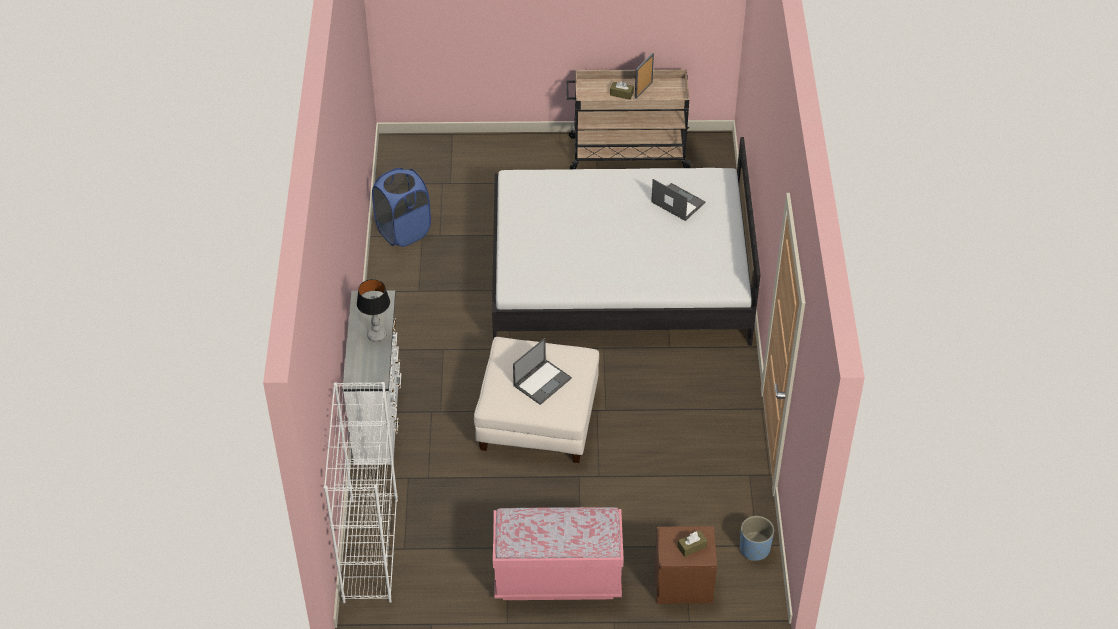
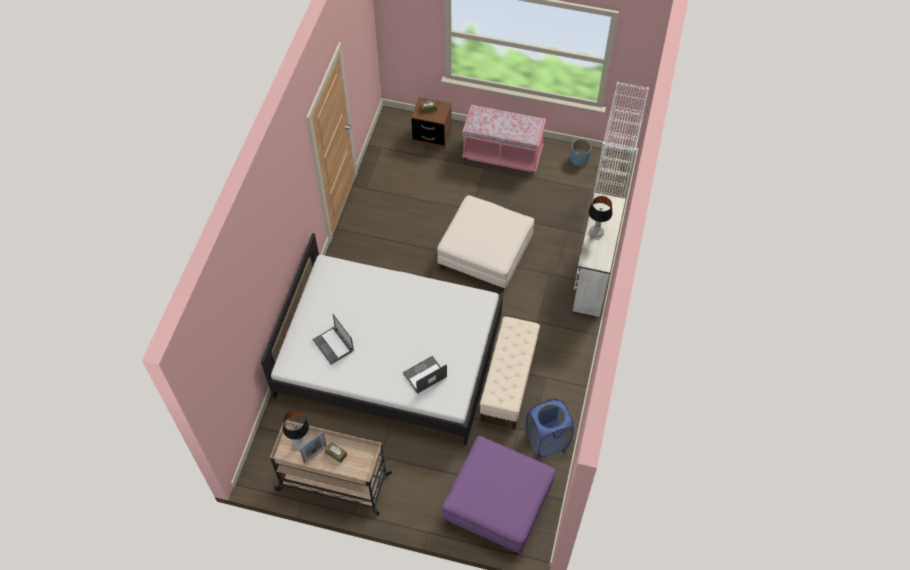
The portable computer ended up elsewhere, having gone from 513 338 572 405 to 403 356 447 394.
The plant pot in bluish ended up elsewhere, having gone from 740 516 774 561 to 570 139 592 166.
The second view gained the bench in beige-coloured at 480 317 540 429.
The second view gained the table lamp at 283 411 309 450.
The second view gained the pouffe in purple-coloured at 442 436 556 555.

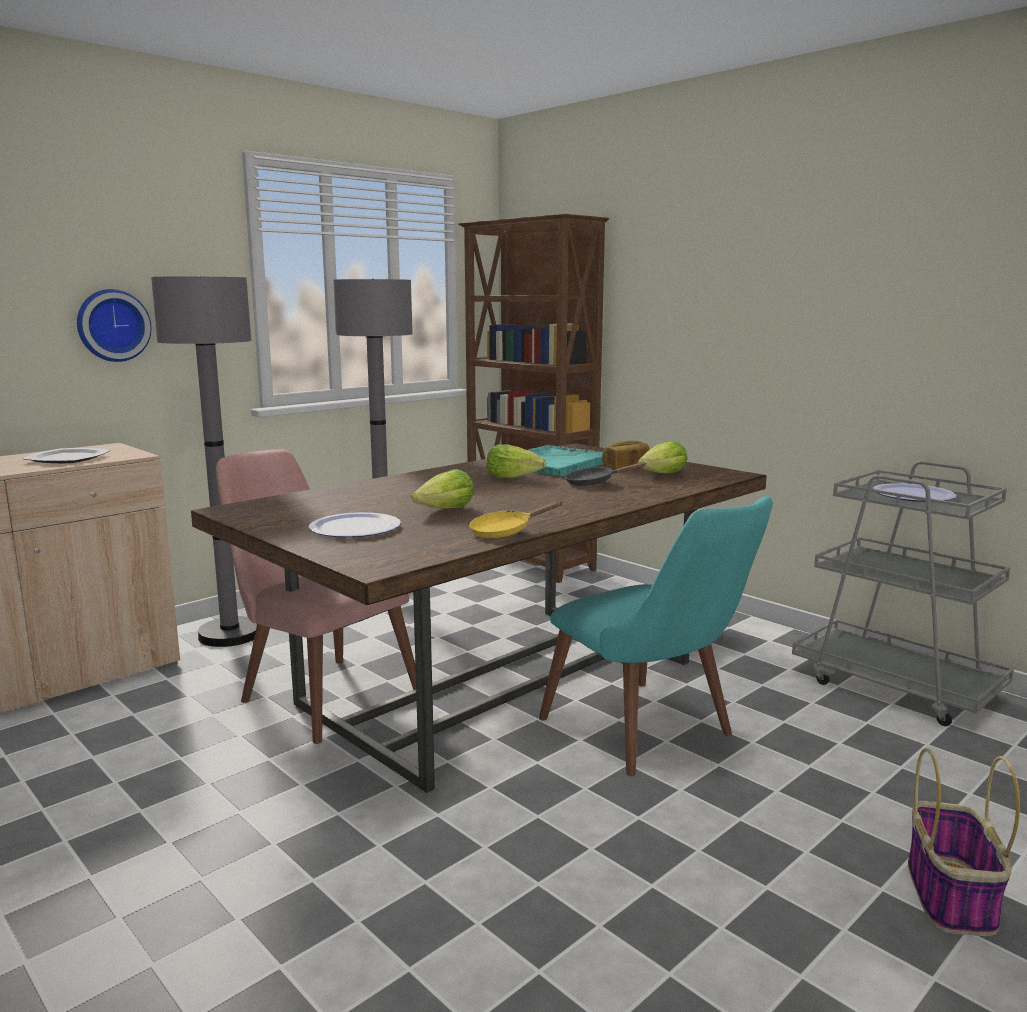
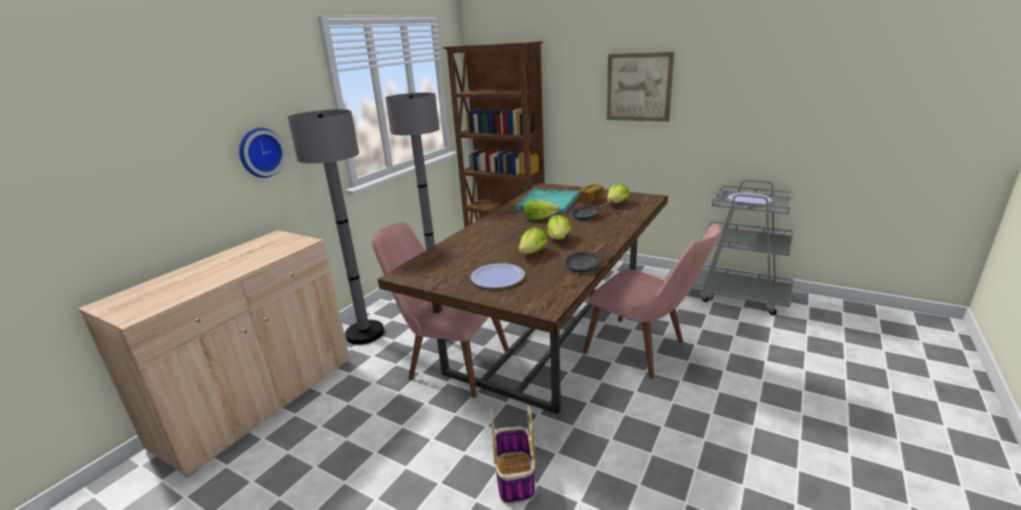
The second view lost the plate at 22 448 110 463.
What was the chair in turquoise at 539 496 773 776 turned into the chair in pink-coloured at 583 224 721 379.
What was the skillet in yellowish at 469 501 563 538 turned into the skillet in blackish at 565 241 608 273.
The household basket ended up elsewhere, having gone from 908 748 1020 936 to 491 406 535 504.
The second view gained the wall picture at 607 52 674 122.
The second view gained the head of lettuce at 547 215 571 240.

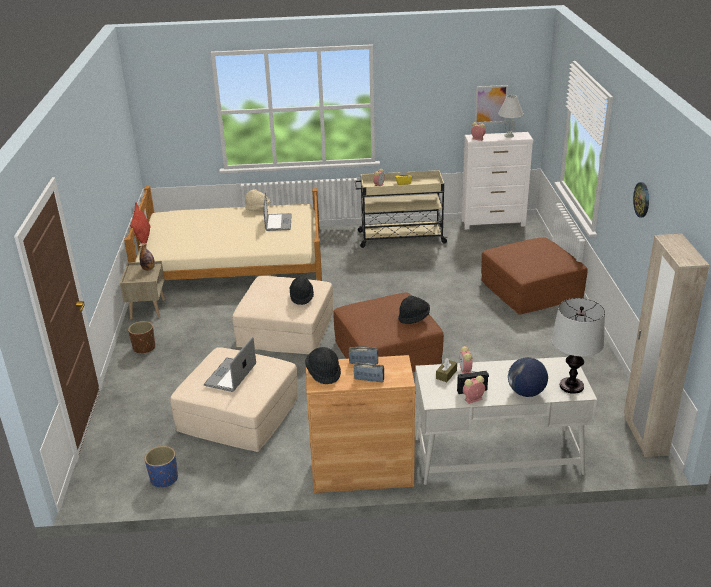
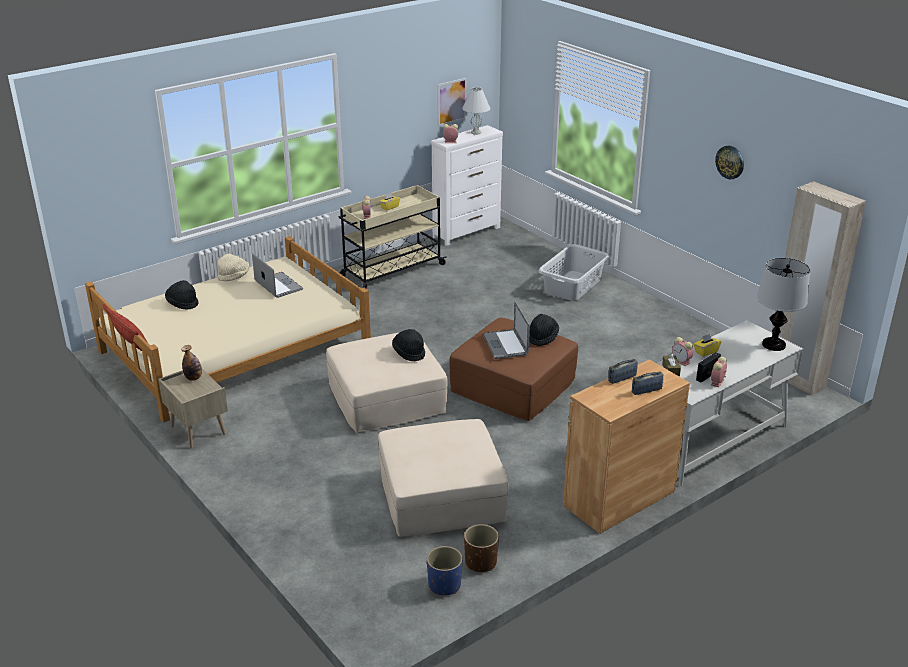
Where the pouffe in brown stood at 481 237 587 315, the washing basket in greyish came to stand at 538 244 609 301.
The plant pot in brown ended up elsewhere, having gone from 128 321 155 354 to 464 524 499 572.
The portable computer ended up elsewhere, having gone from 204 337 256 392 to 482 301 530 359.
The hat in blackish ended up elsewhere, having gone from 305 347 341 384 to 165 280 198 310.
The second view lost the world globe at 508 357 548 397.
The second view gained the tissue holder in yellowish at 694 334 721 357.

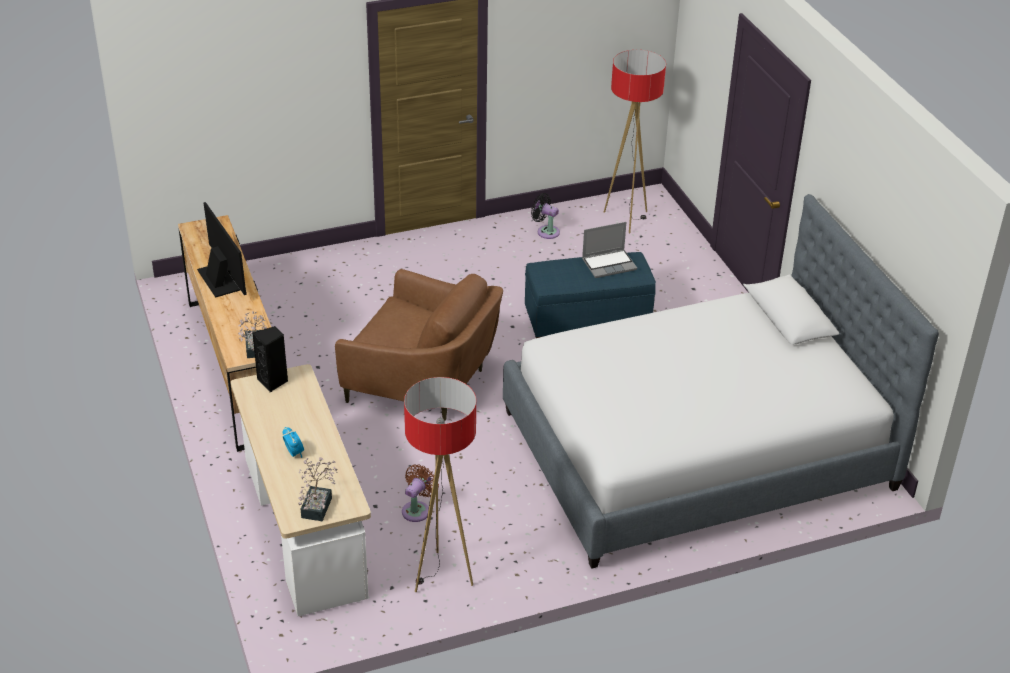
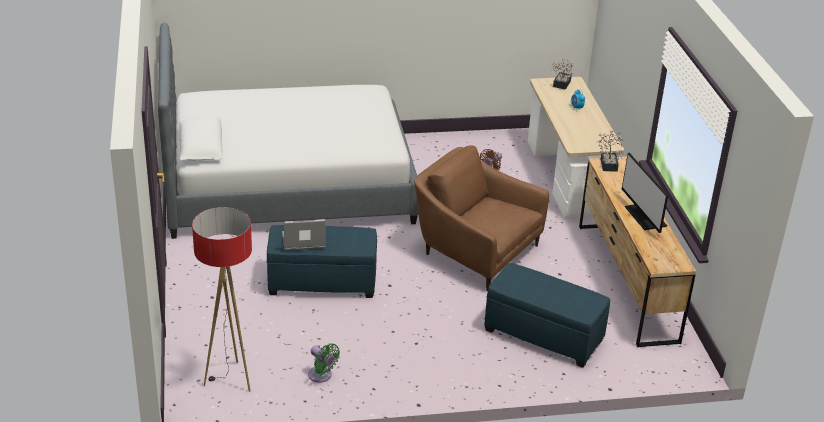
What was the cooling fan in blackish at 531 193 560 239 turned into the cooling fan in greenish at 308 343 340 383.
The second view lost the loudspeaker in blackish at 253 326 288 392.
The second view lost the standing lamp at 404 377 476 592.
The second view gained the pouffe in bluish at 484 263 610 368.

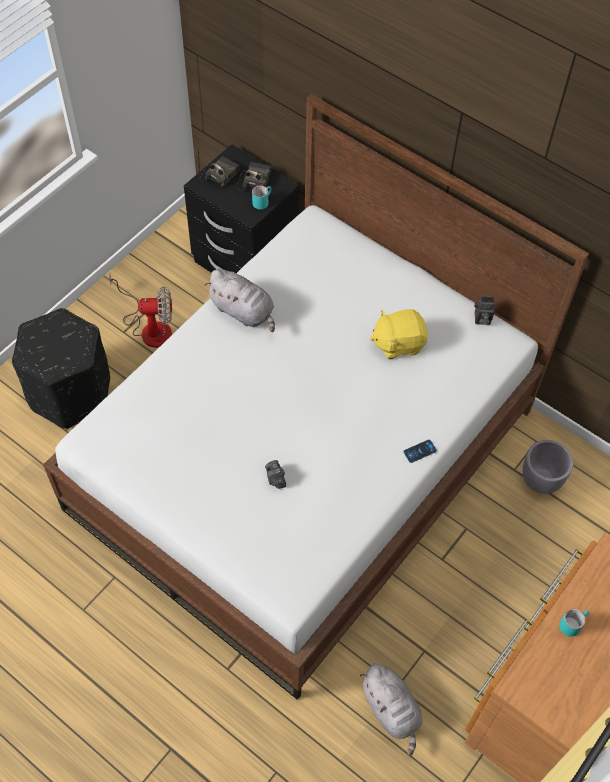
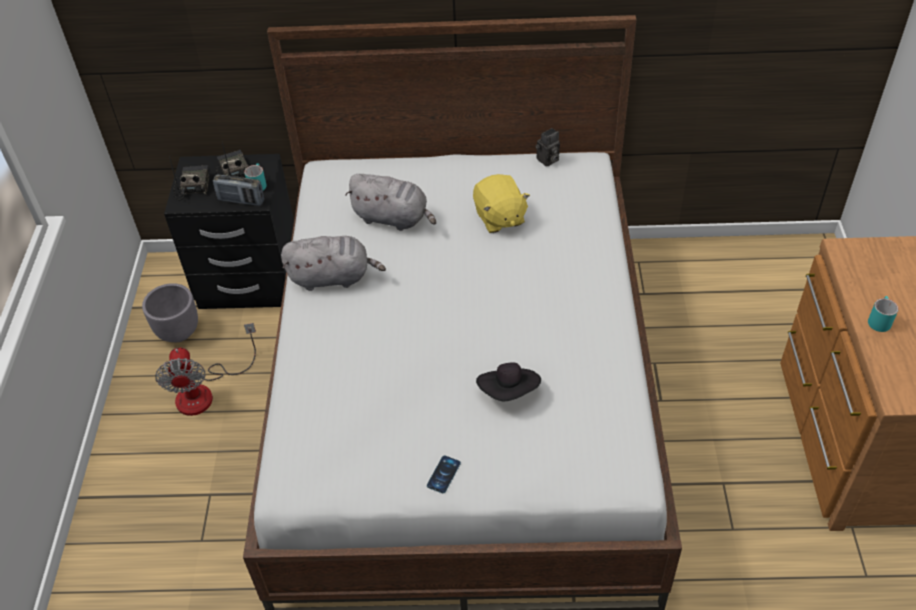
The cooling fan at 109 272 172 348 ended up facing another way, 120 degrees clockwise from before.
The second view lost the pouffe in blackish at 12 308 110 429.
The plush toy in yellowish at 370 309 428 359 ended up facing another way, 60 degrees counterclockwise from before.
The telephone ended up elsewhere, having gone from 403 440 437 463 to 427 456 461 493.
The plant pot in greyish ended up elsewhere, having gone from 522 440 573 494 to 142 283 198 342.
Where the photo camera stood at 265 460 286 489, the hat in blackish came to stand at 476 362 541 401.
The plush toy in greyish ended up elsewhere, having gone from 360 664 423 756 to 345 174 436 231.
The second view gained the radio at 213 175 264 206.

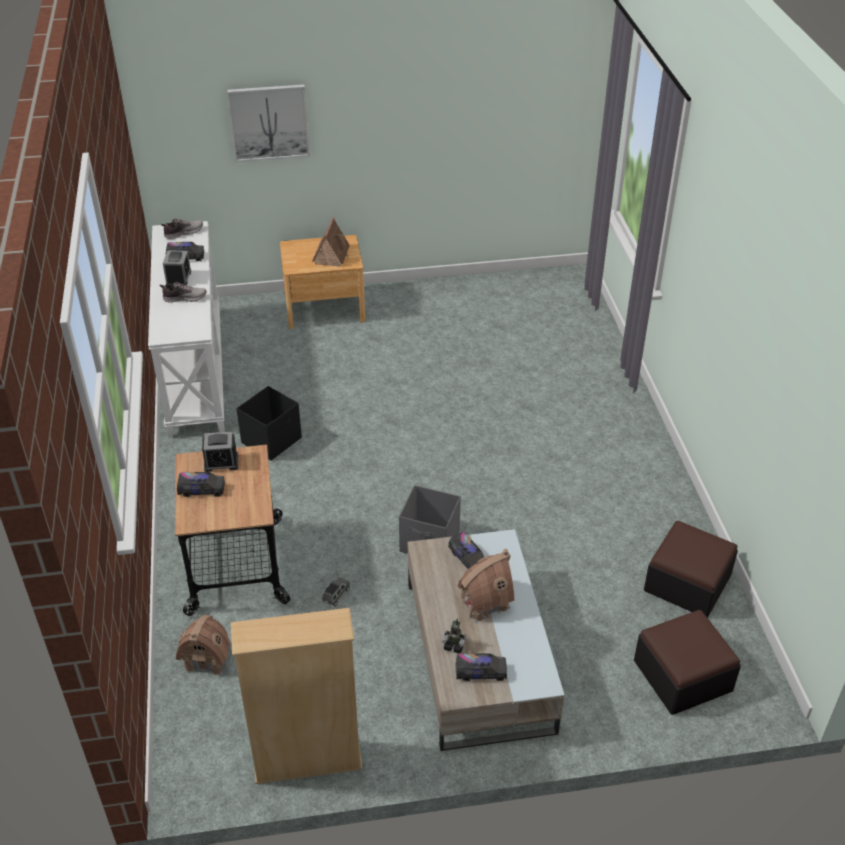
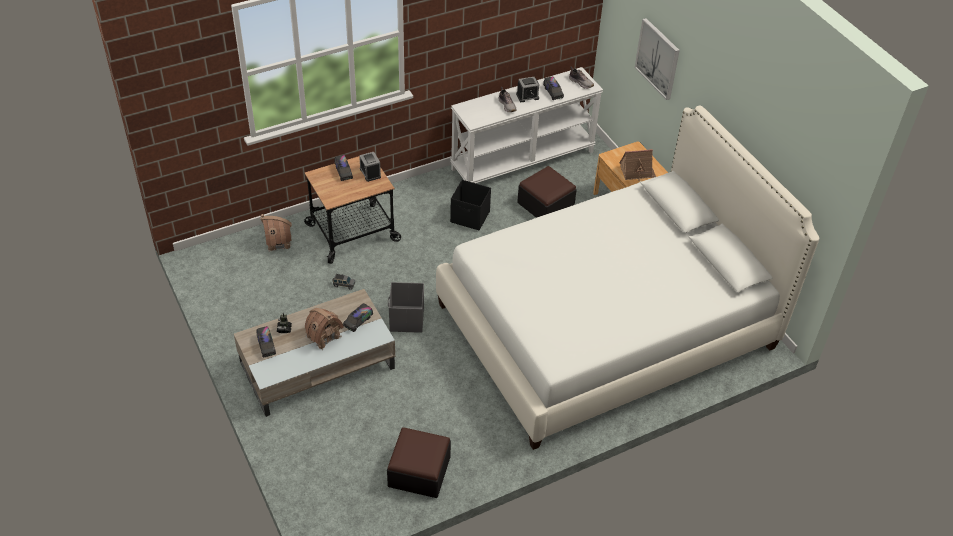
The second view lost the shelving unit in beige-coloured at 231 608 362 784.
The pouffe ended up elsewhere, having gone from 634 610 741 715 to 517 166 577 218.
The second view gained the sleeping bed in white-coloured at 436 105 819 450.

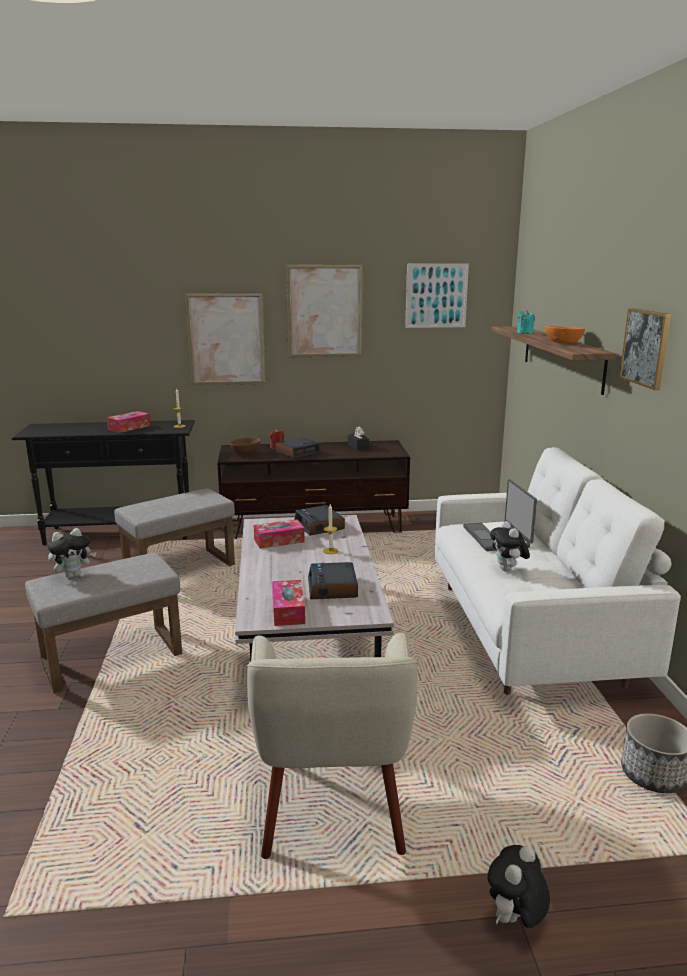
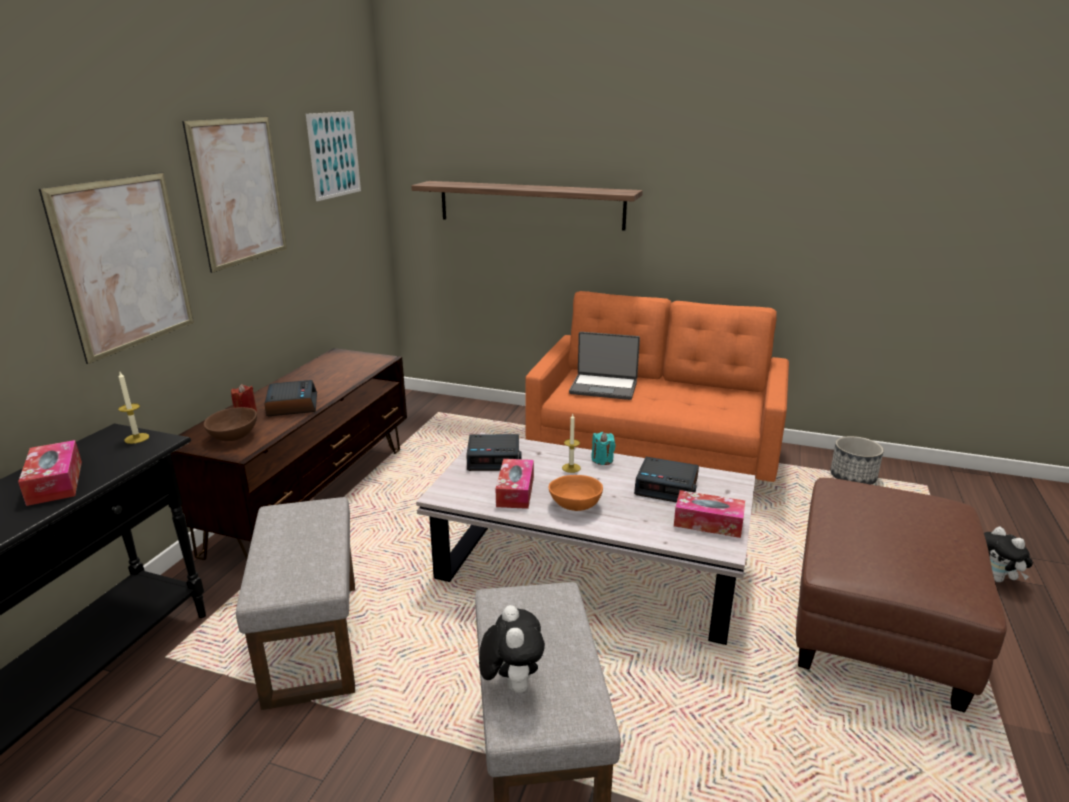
The second view lost the wall picture at 619 308 671 390.
The candle in turquoise ended up elsewhere, having gone from 517 310 535 334 to 591 432 616 465.
The bowl in orange ended up elsewhere, having gone from 545 326 585 344 to 549 475 603 511.
The second view lost the tissue holder in blackish at 348 426 369 450.
What was the couch in white-coloured at 435 447 681 695 turned into the couch in orange at 525 291 789 482.
The second view lost the plush toy at 490 521 530 571.
Where the lounge chair in beige-coloured stood at 247 633 418 859, the pouffe in brown came to stand at 796 478 1007 713.

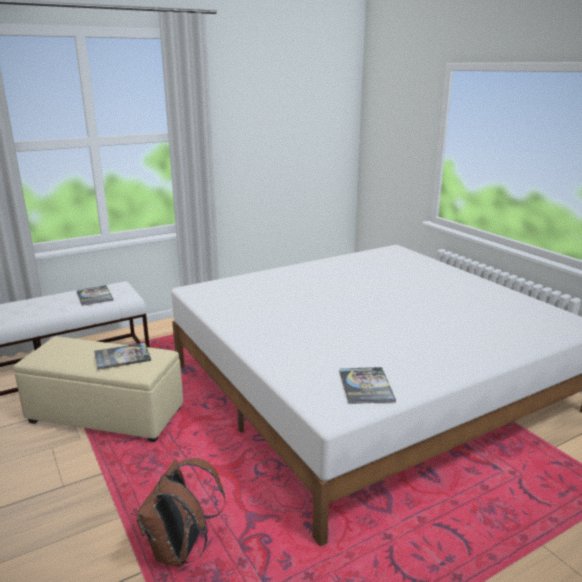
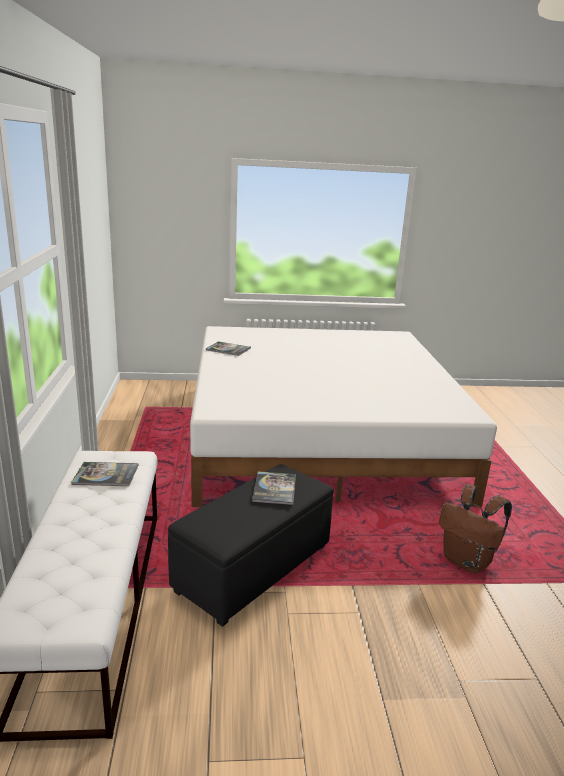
What was the pouffe in beige-coloured at 13 337 183 442 turned into the pouffe in blackish at 168 464 334 627.
The bound book ended up elsewhere, having gone from 339 367 396 404 to 206 341 251 356.

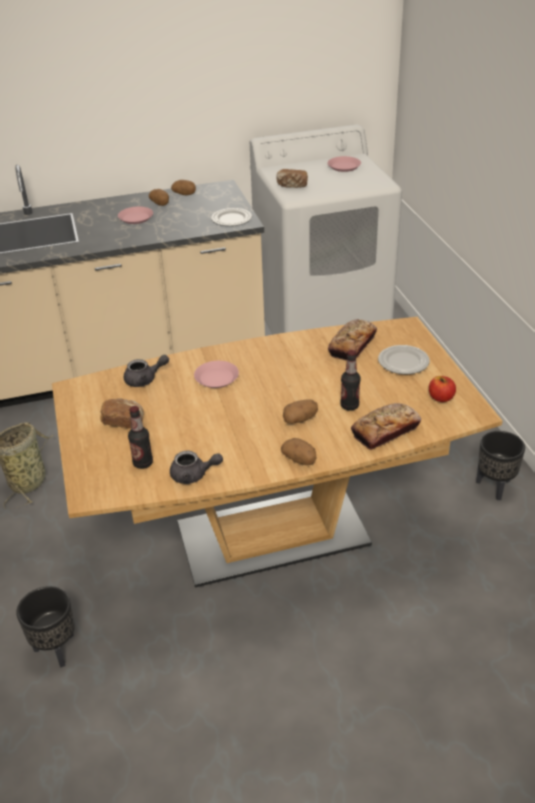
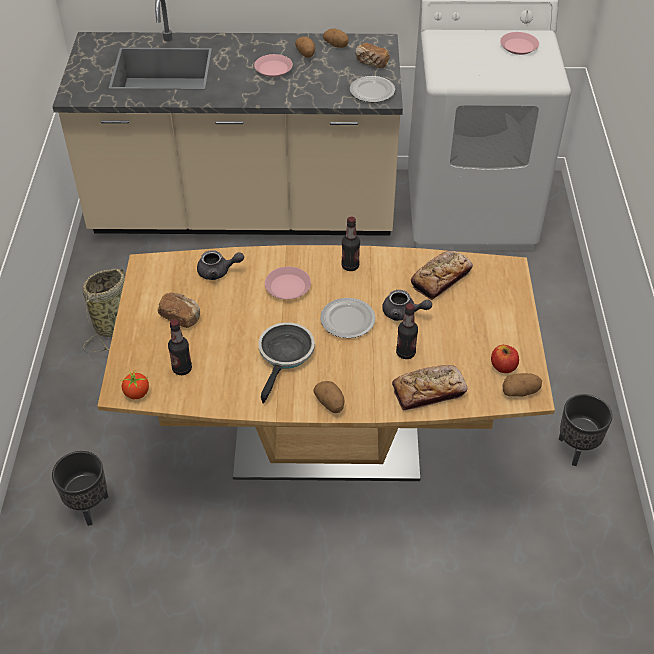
The baked bread ended up elsewhere, having gone from 277 169 308 188 to 355 43 390 68.
The plate ended up elsewhere, having gone from 378 345 430 374 to 320 298 376 338.
The spud ended up elsewhere, having gone from 283 400 318 424 to 502 373 542 397.
The teapot in greyish ended up elsewhere, having gone from 170 451 223 484 to 382 290 432 321.
The second view gained the bottle at 341 217 360 271.
The second view gained the skillet at 258 322 315 404.
The second view gained the whole tomato at 121 370 149 399.

